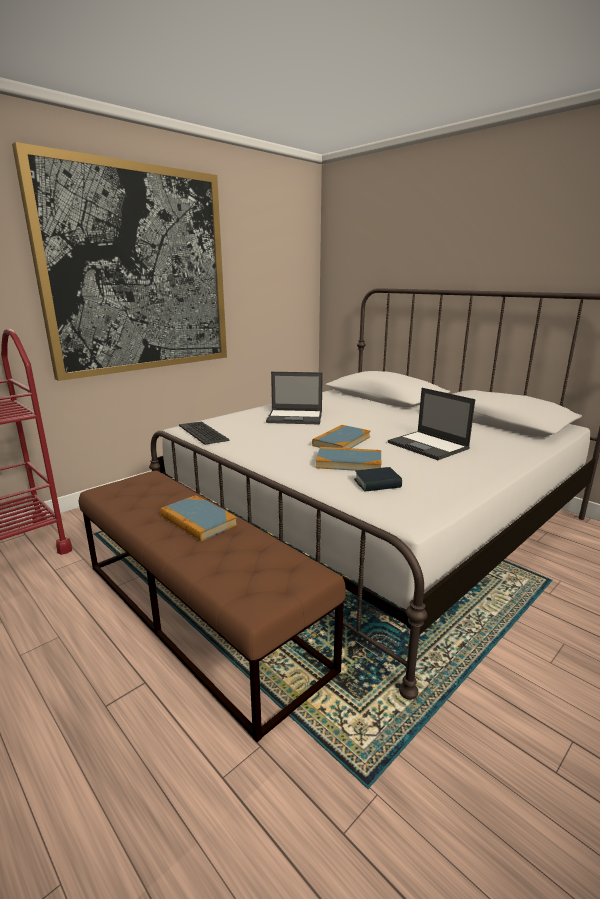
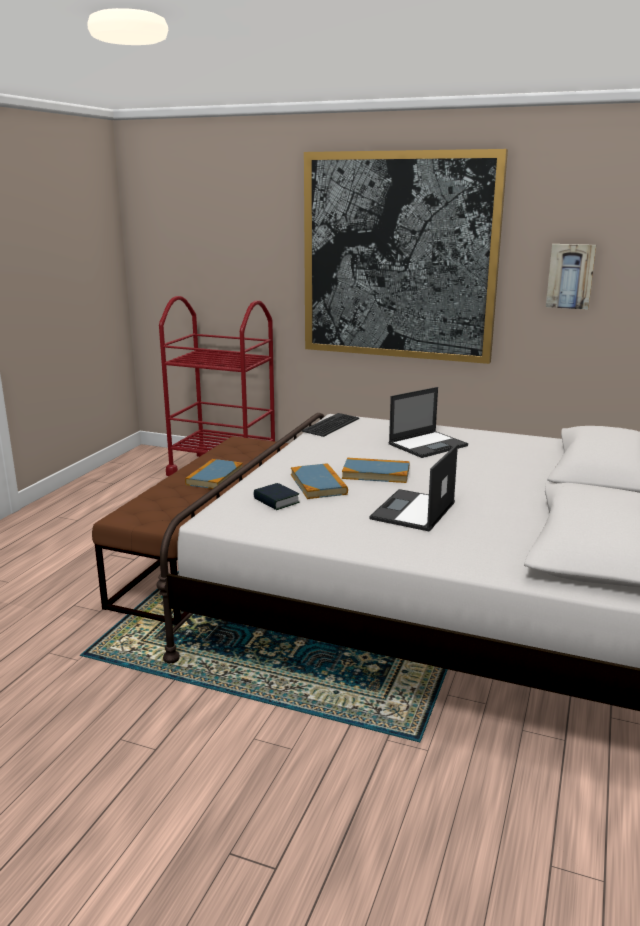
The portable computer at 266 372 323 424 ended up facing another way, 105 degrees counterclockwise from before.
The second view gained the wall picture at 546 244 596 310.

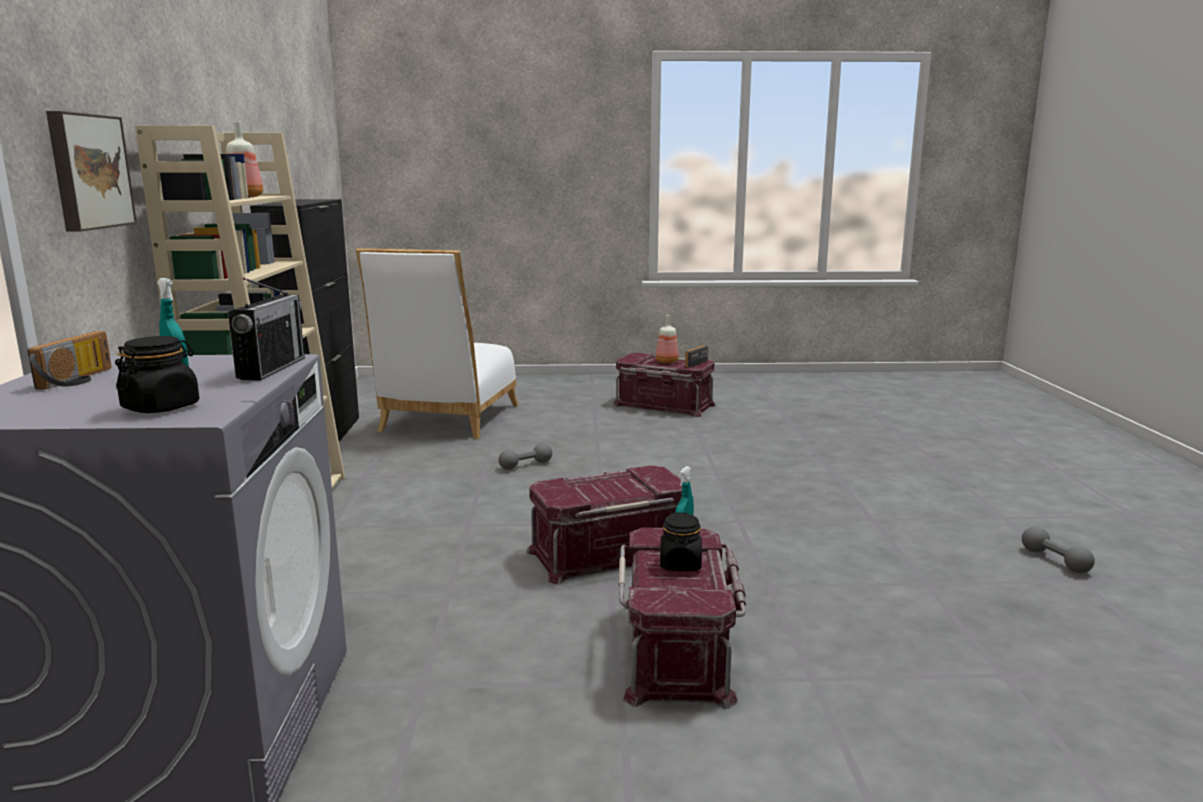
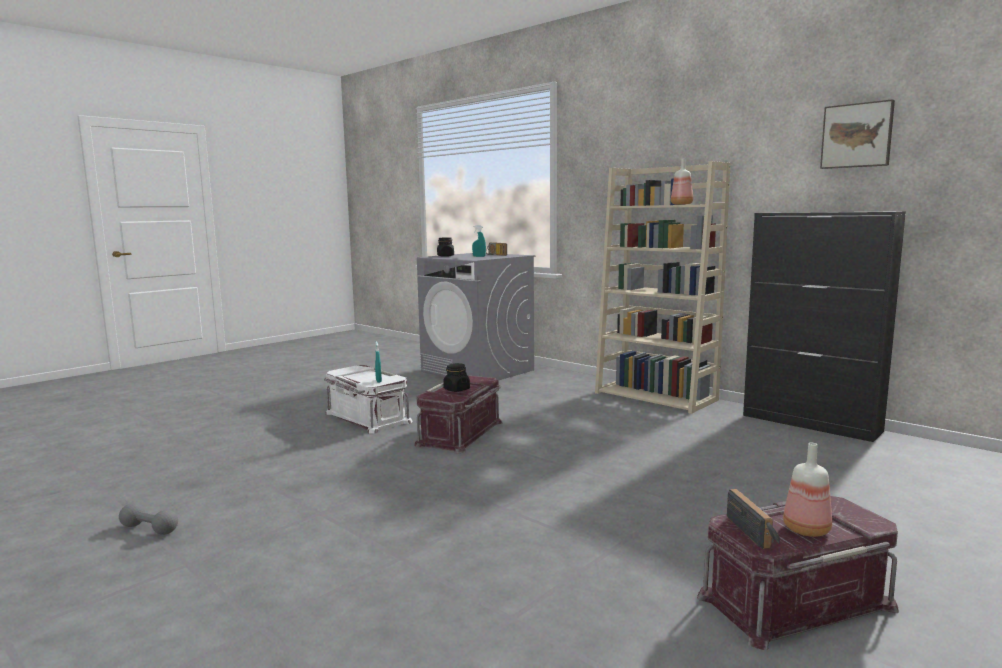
The wall picture ended up elsewhere, having gone from 46 111 137 232 to 820 99 895 169.
The second view lost the chair in white-coloured at 356 248 519 439.
The second view lost the radio at 228 278 305 380.
The second view lost the dumbbell in greyish at 499 443 552 470.
The storage jar in blackish ended up elsewhere, having gone from 660 512 702 571 to 443 363 470 392.
What was the storage box in reddish at 619 527 746 709 turned into the storage box in white-coloured at 324 365 413 434.

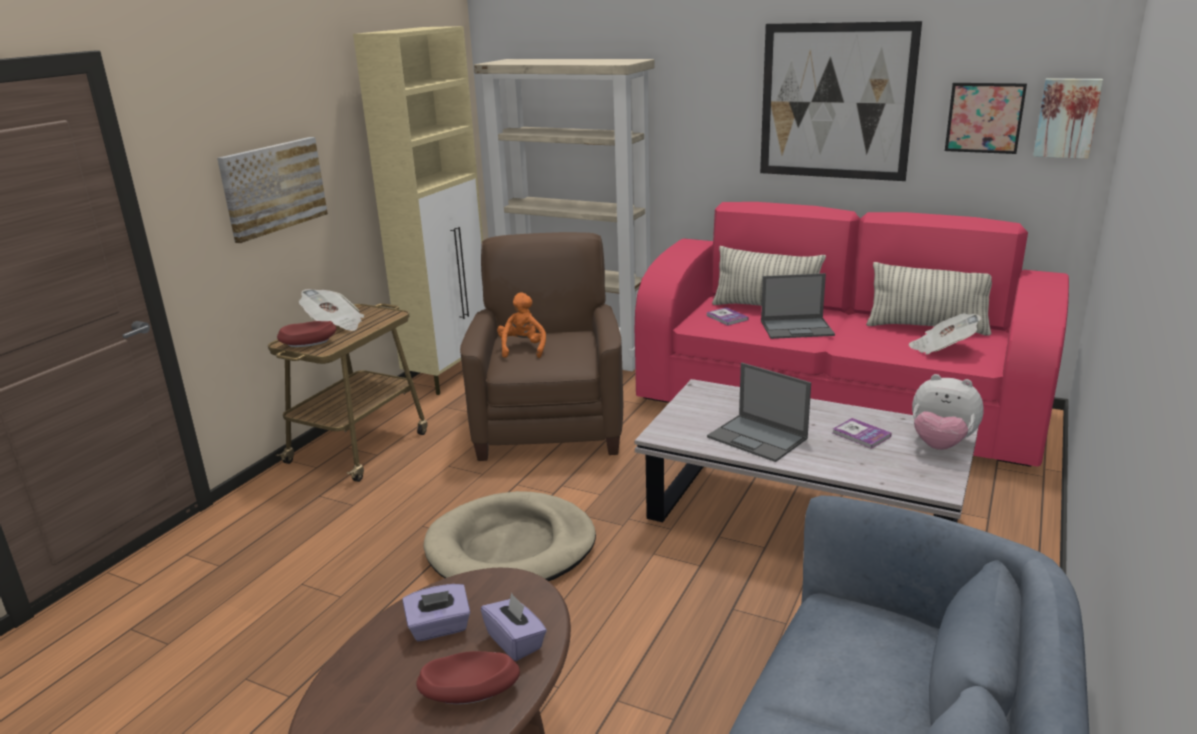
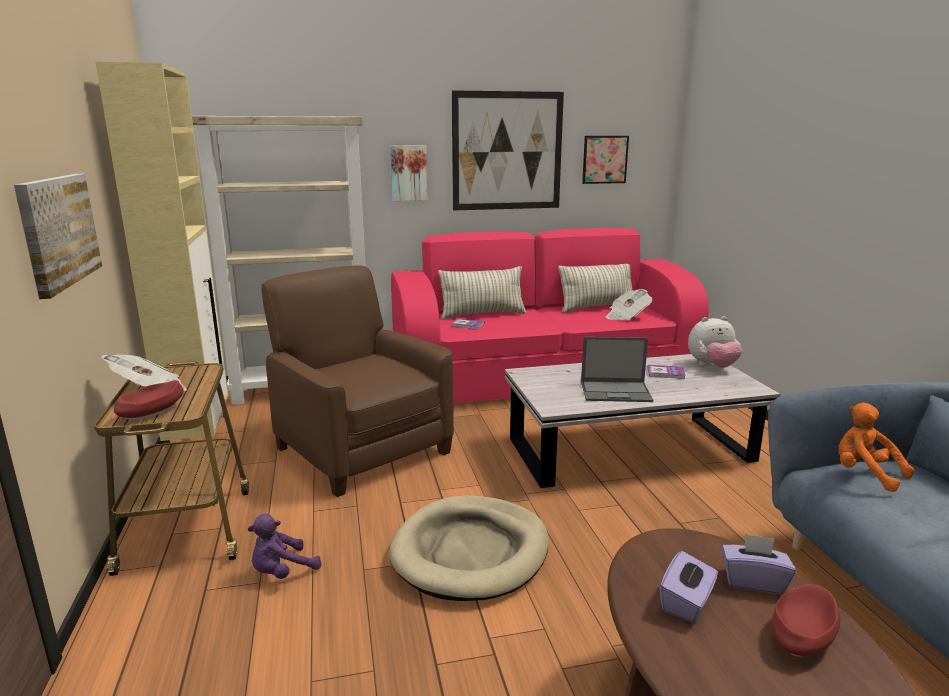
The wall picture ended up elsewhere, having gone from 1033 78 1103 159 to 390 146 428 201.
The second view lost the portable computer at 761 273 835 339.
The plush toy in orange ended up elsewhere, having gone from 497 292 546 358 to 838 403 914 492.
The second view gained the plush toy in purple-coloured at 247 514 322 579.

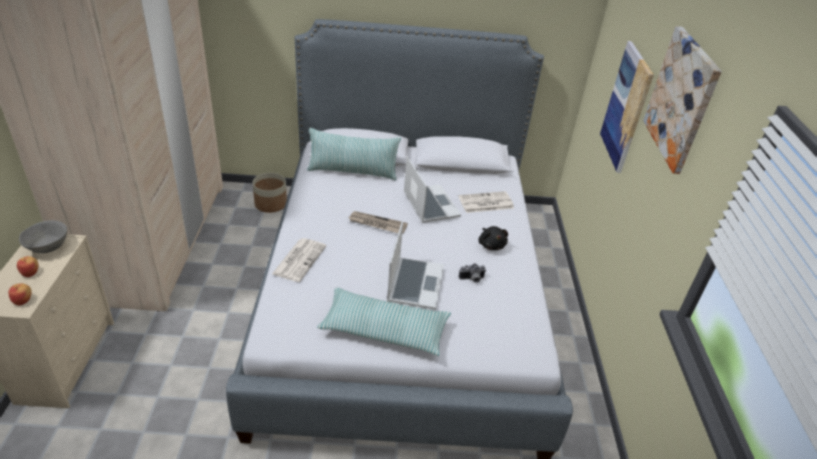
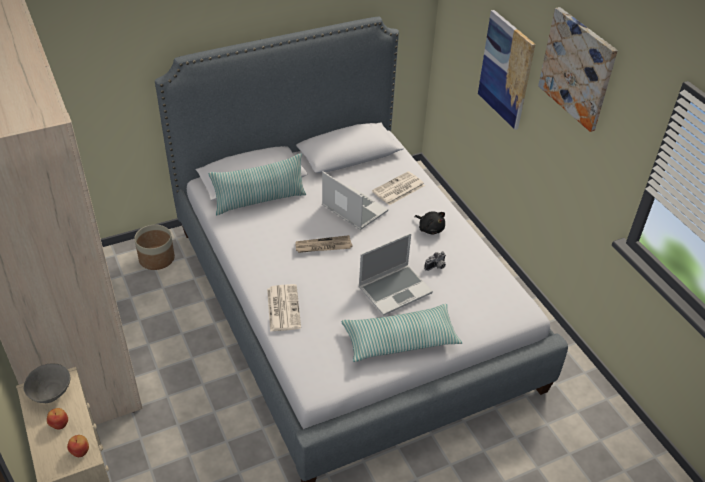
The portable computer at 387 222 444 310 ended up facing another way, 75 degrees clockwise from before.

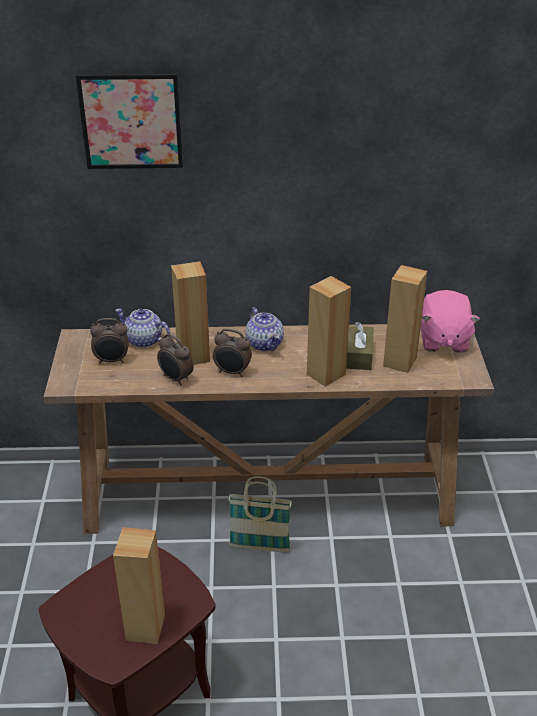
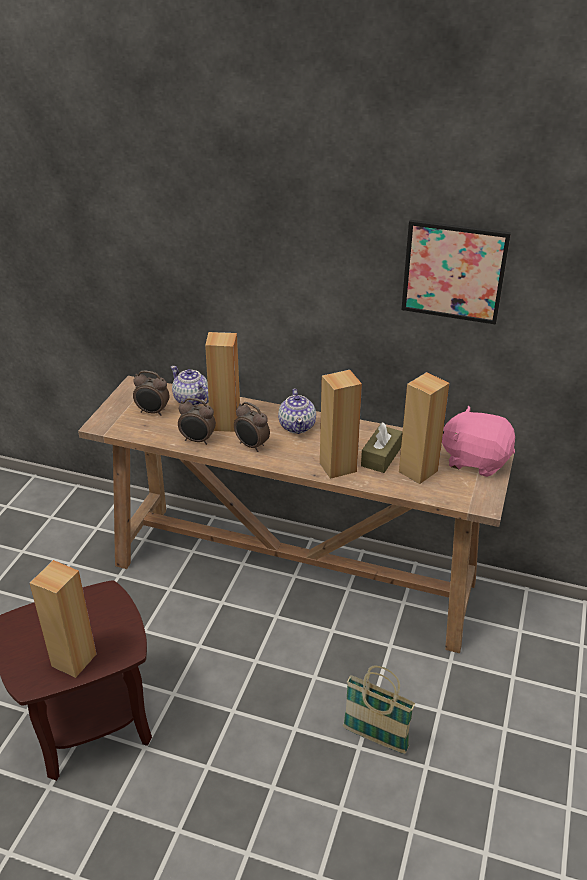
The wall picture ended up elsewhere, having gone from 76 73 183 169 to 401 220 511 325.
The plush toy in pink-coloured at 421 290 480 353 ended up facing another way, 90 degrees clockwise from before.
The table clock at 157 334 193 385 ended up facing another way, 45 degrees counterclockwise from before.
The household basket ended up elsewhere, having gone from 228 476 292 552 to 343 666 416 754.

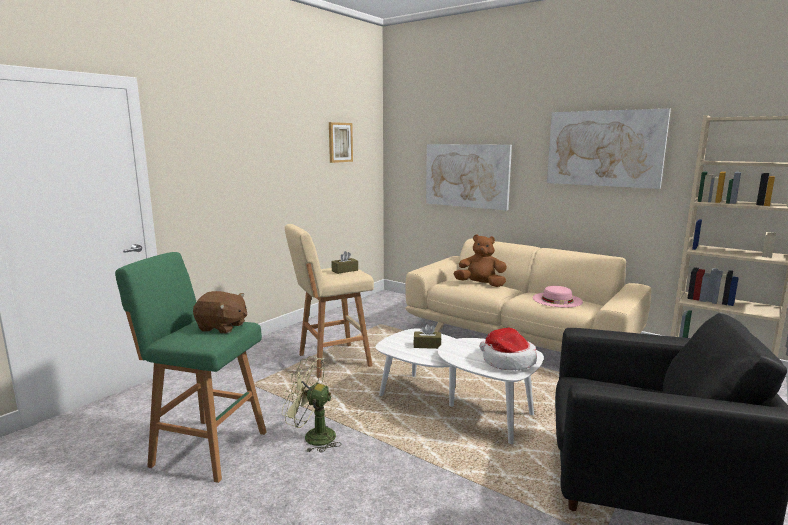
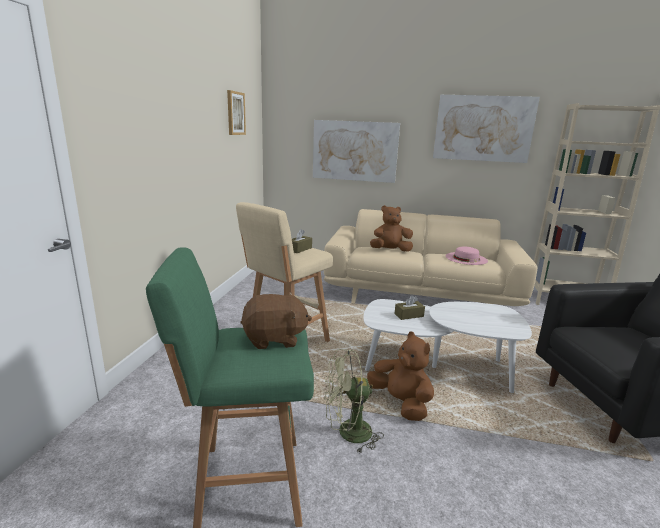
The second view lost the hat at 480 328 537 370.
The second view gained the plush toy in brown at 367 331 434 421.

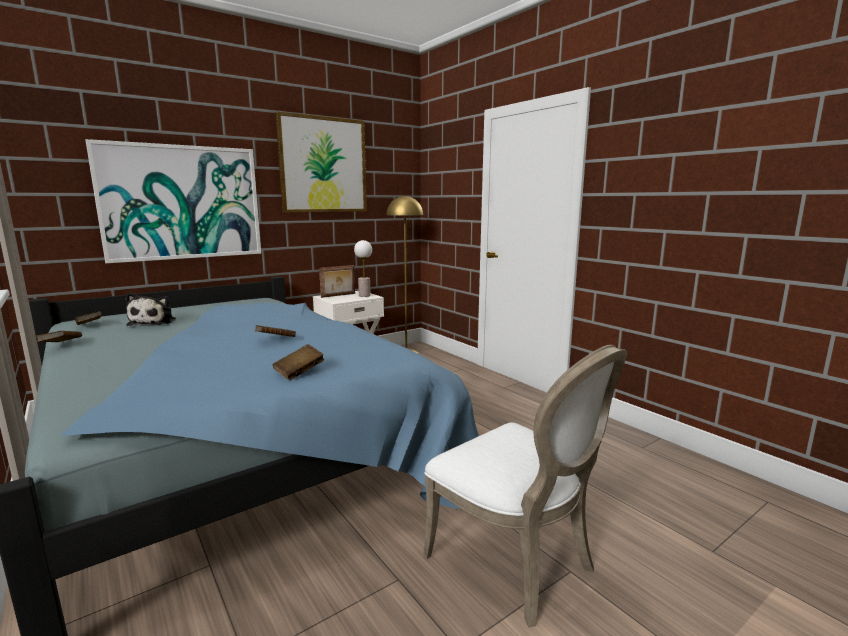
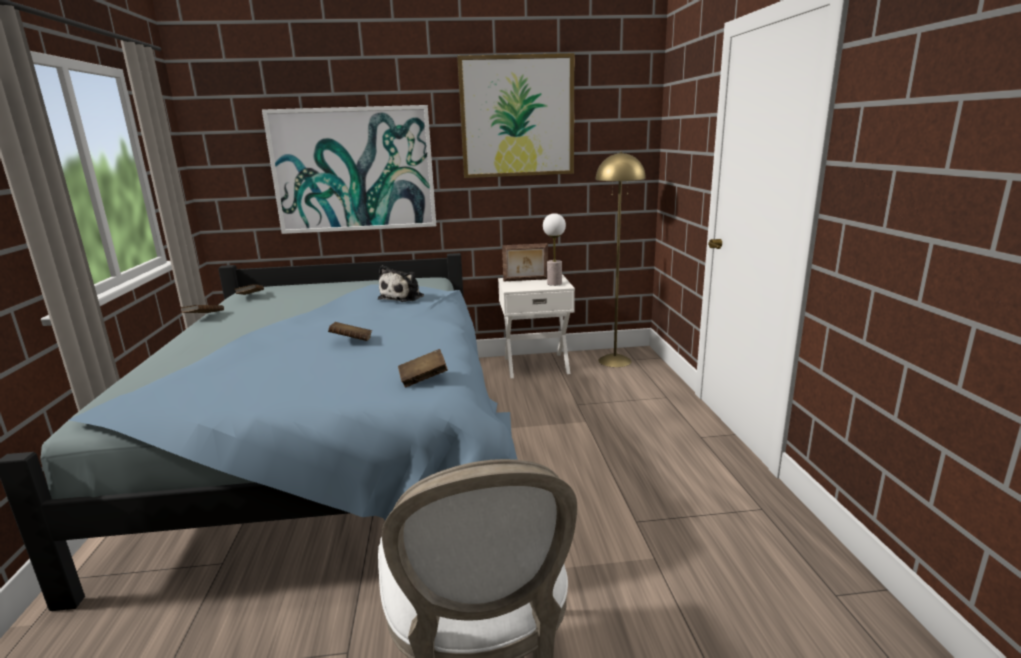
The plush toy ended up elsewhere, having gone from 126 293 176 326 to 378 265 424 302.
The bound book in brown ended up elsewhere, having gone from 273 344 325 380 to 398 349 448 387.

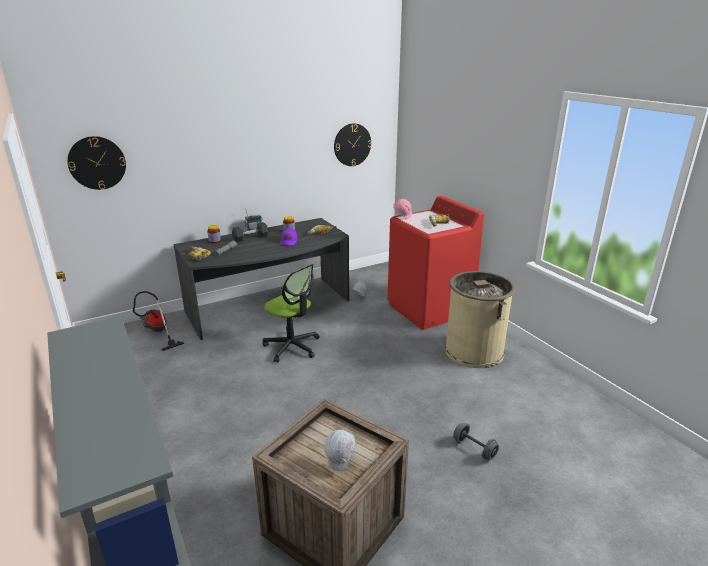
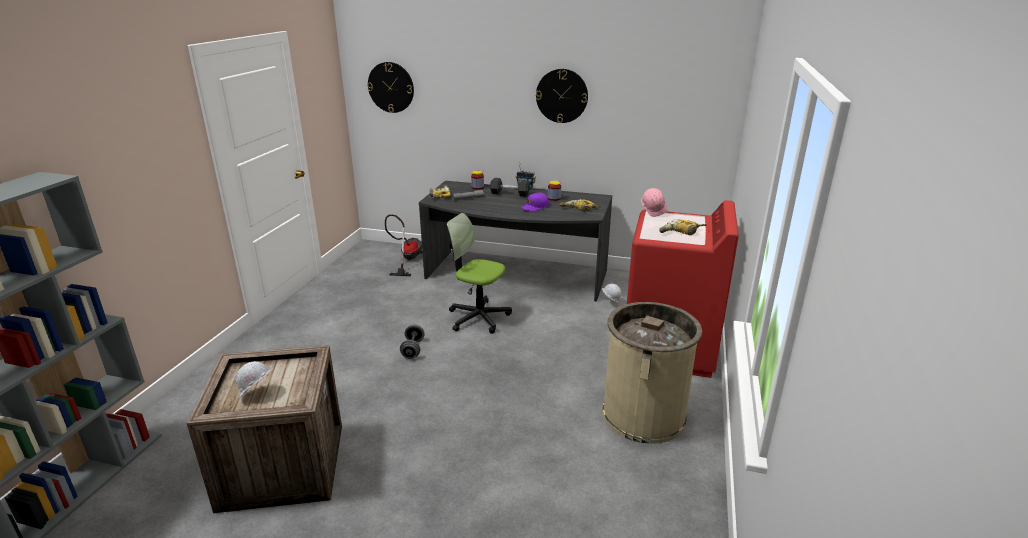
The wall clock ended up elsewhere, having gone from 334 123 372 166 to 536 69 588 123.
The desk chair at 263 264 320 363 ended up facing another way, 120 degrees clockwise from before.
The dumbbell in greyish ended up elsewhere, having gone from 453 423 499 460 to 400 324 425 359.

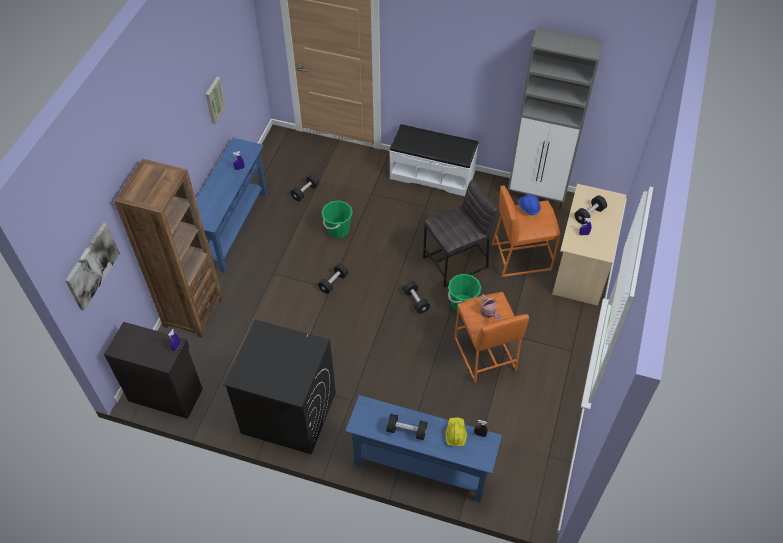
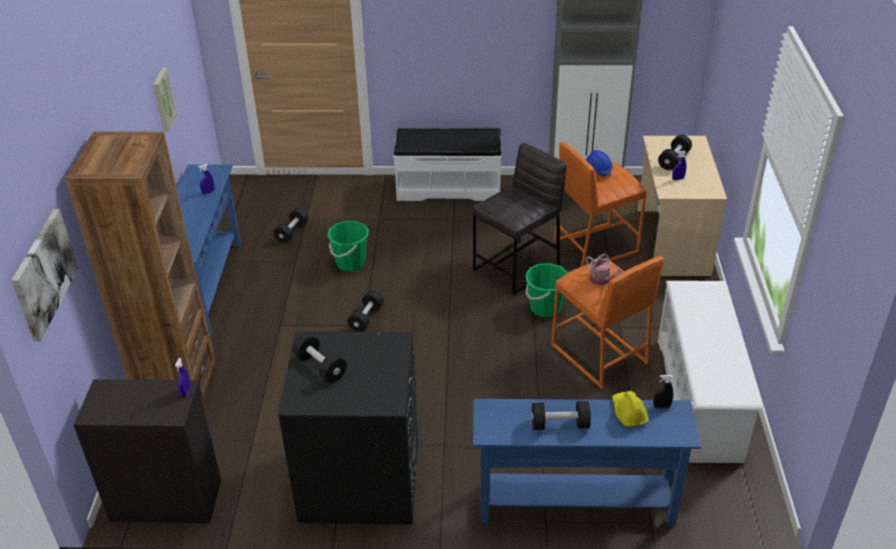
The dumbbell in blackish ended up elsewhere, having gone from 403 281 430 314 to 292 332 347 383.
The second view gained the shoe stand in white-coloured at 658 281 763 463.

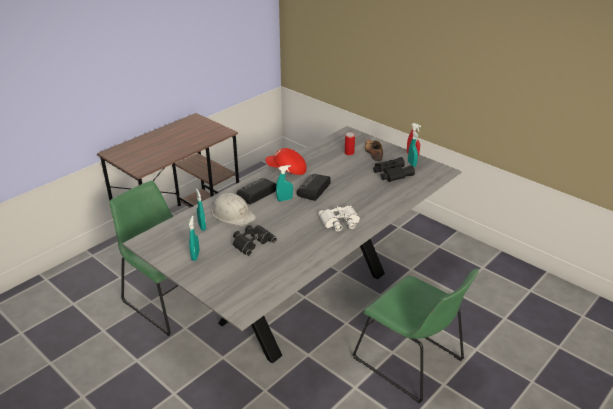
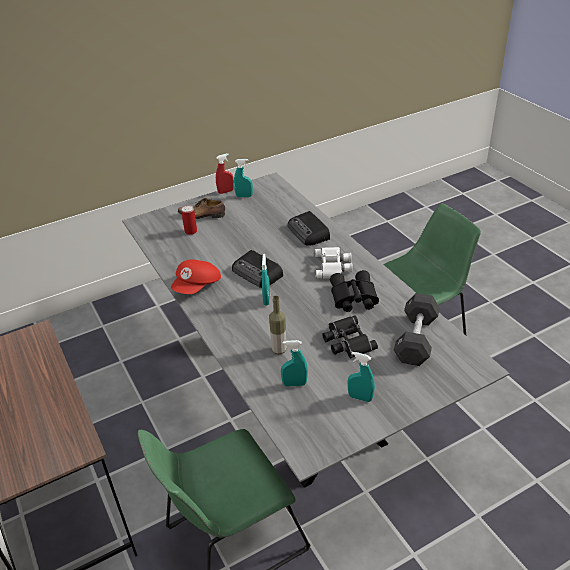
The field glasses in blackish ended up elsewhere, having gone from 373 157 415 182 to 330 270 379 312.
The radio ended up elsewhere, having gone from 236 178 276 204 to 288 211 330 246.
Where the safety helmet in white-coloured stood at 212 193 256 226, the bottle came to stand at 269 296 286 355.
The second view gained the dumbbell in blackish at 394 293 440 366.

